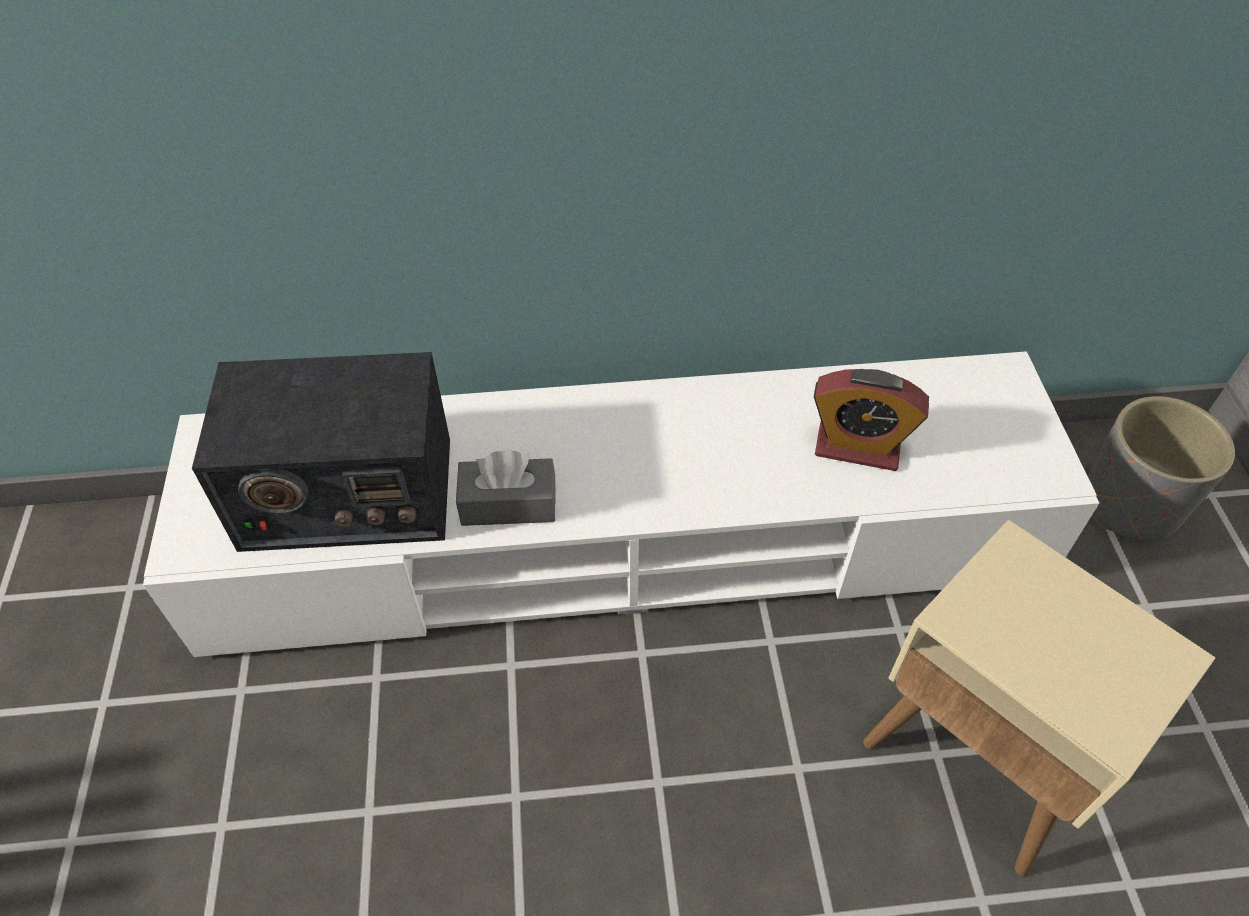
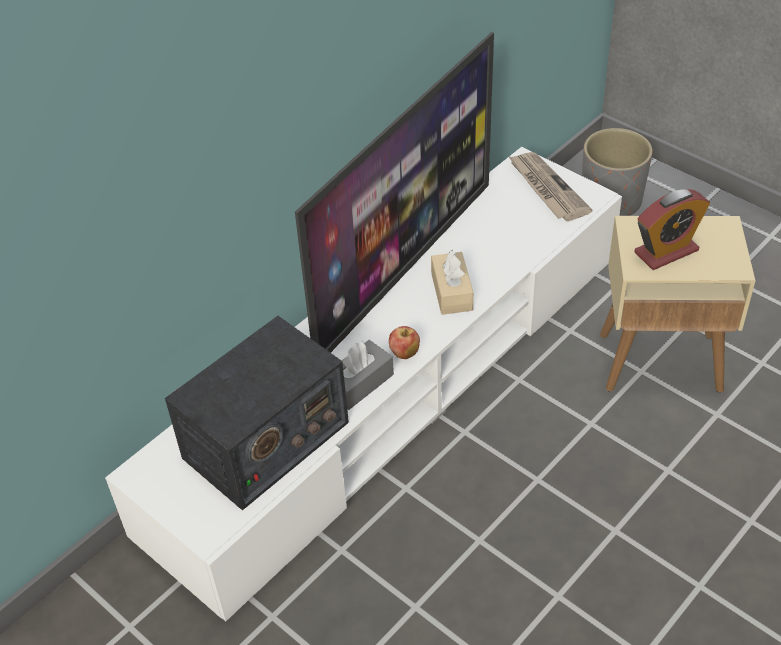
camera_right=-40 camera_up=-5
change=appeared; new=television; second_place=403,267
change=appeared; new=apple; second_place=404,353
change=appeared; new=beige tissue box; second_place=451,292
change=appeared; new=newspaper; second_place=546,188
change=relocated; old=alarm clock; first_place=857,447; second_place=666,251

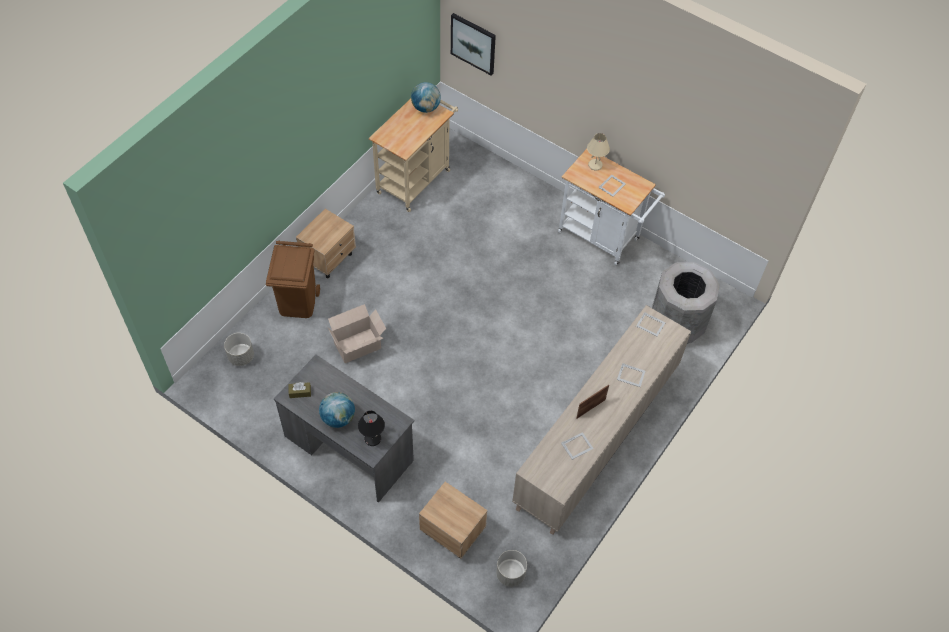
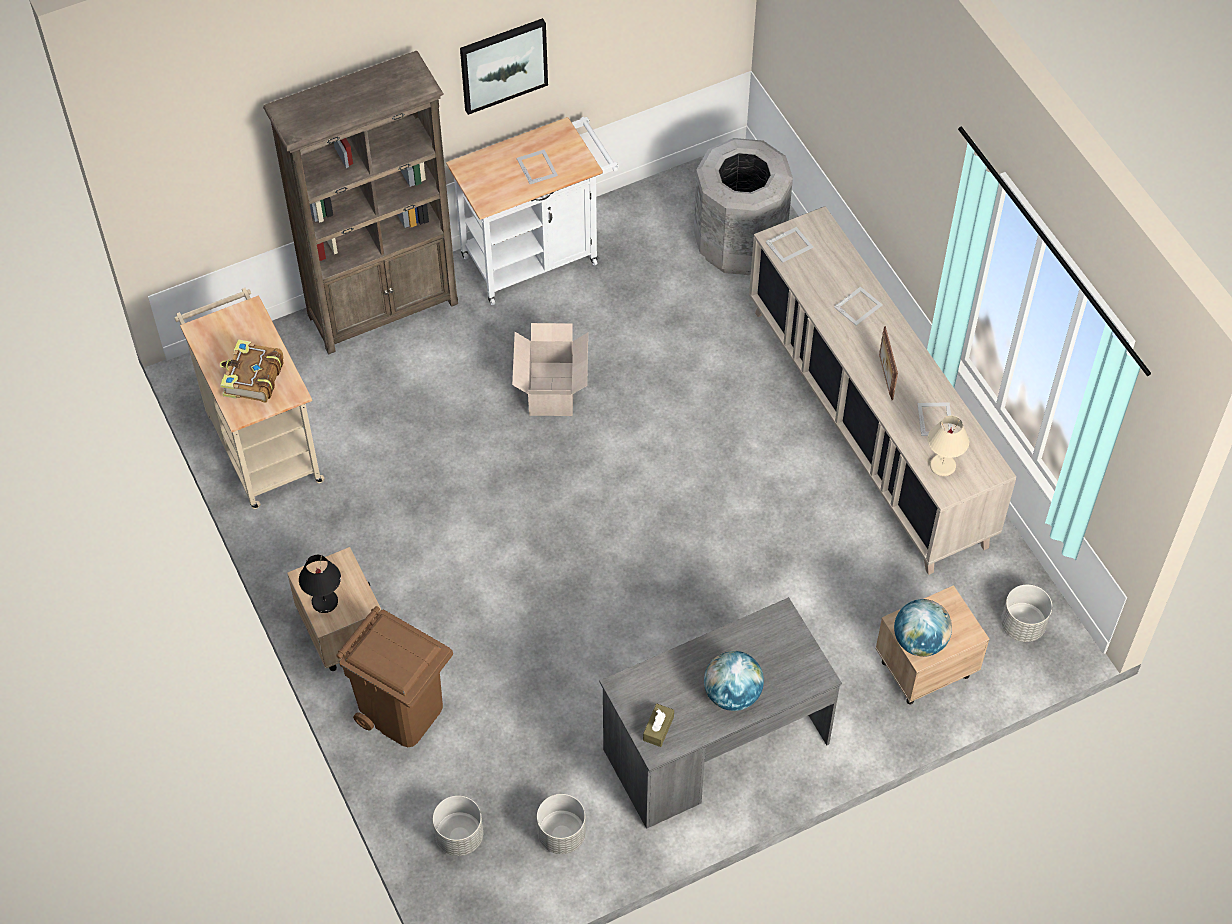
camera_right=-60 camera_up=0
change=appeared; new=book; second_place=252,378
change=appeared; new=brown bookcase; second_place=384,309
change=relocated; old=black table lamp; first_place=372,439; second_place=324,602
change=relocated; old=picture; first_place=473,43; second_place=503,64
change=relocated; old=cardboard box; first_place=359,345; second_place=552,387
change=appeared; new=grey planter; second_place=562,835
change=relocated; old=globe; first_place=426,108; second_place=920,641
change=relocated; old=beige table lamp; first_place=595,165; second_place=942,465

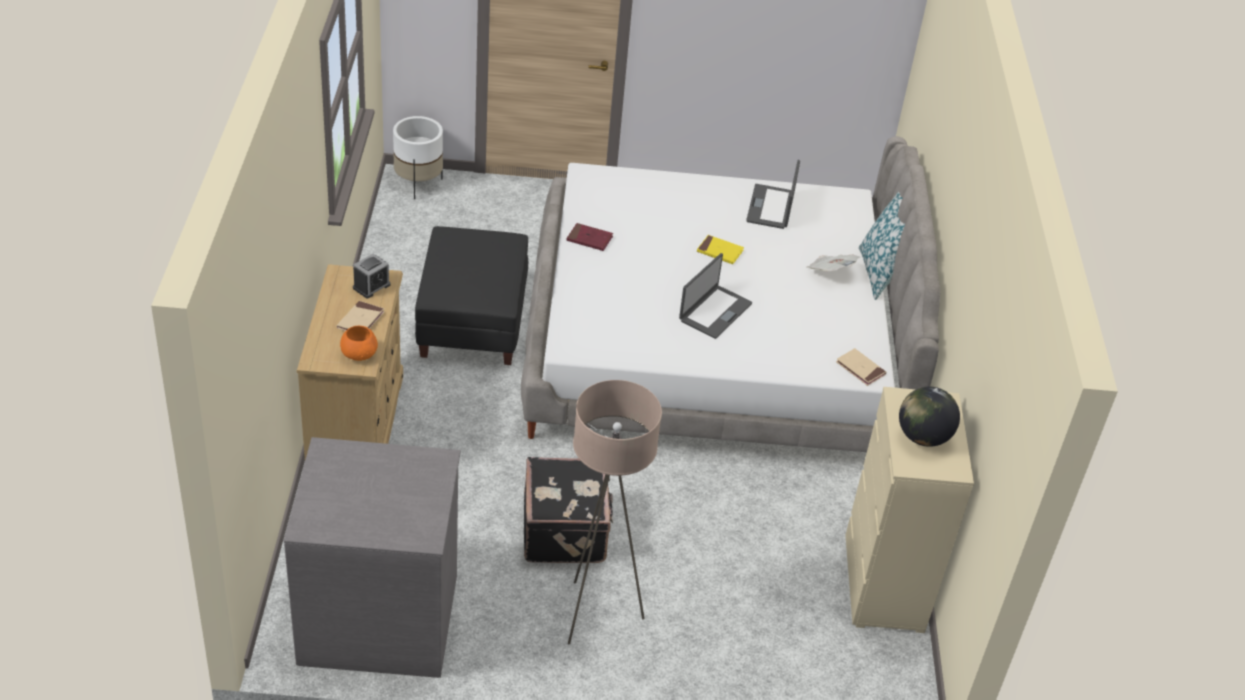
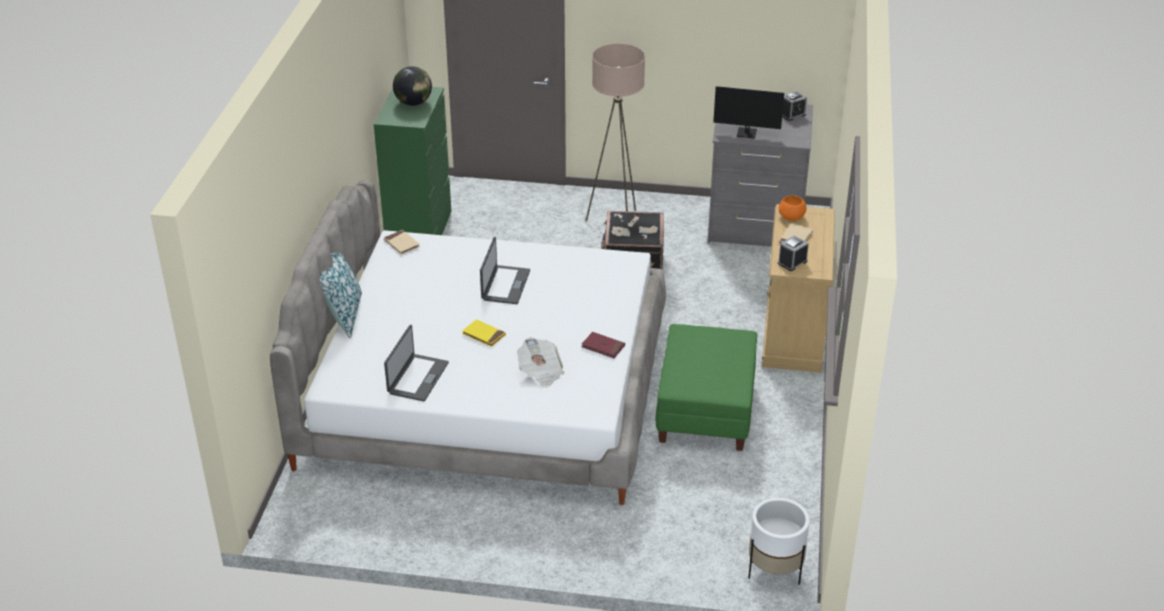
camera_right=-170 camera_up=-5
change=colour; old=beige dresser; new=green dresser; first_place=883,584; second_place=419,232
change=spun; old=laptop; first_place=714,312; second_place=505,285; degrees=150
change=relocated; old=newspaper; first_place=830,272; second_place=540,372
change=colour; old=black ottoman; new=green ottoman; first_place=472,322; second_place=705,411
change=appeared; new=monitor; second_place=750,133
change=appeared; new=alarm clock; second_place=792,114

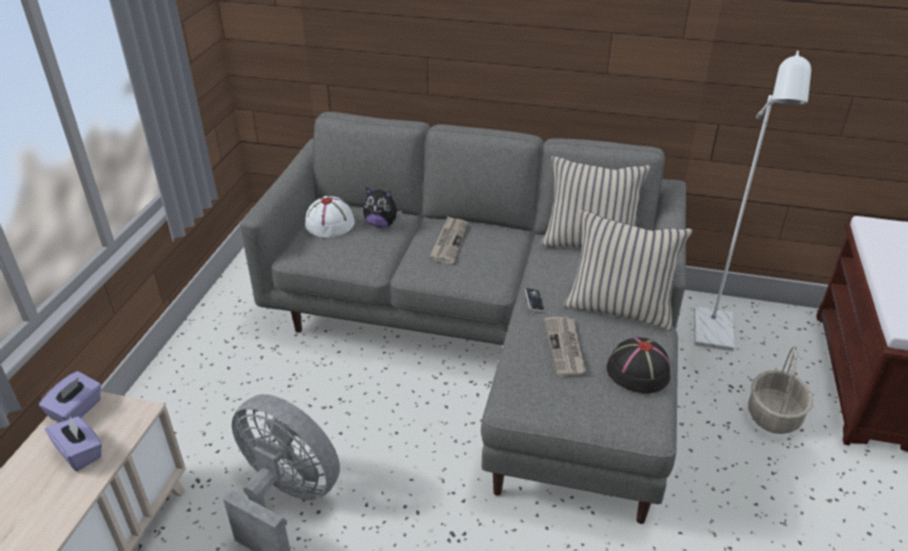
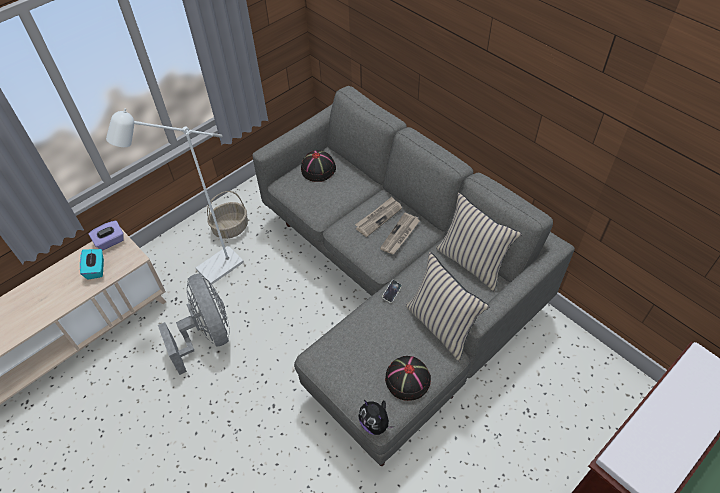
camera_right=35 camera_up=15
change=colour; old=purple tissue box; new=turquoise tissue box; first_place=80,452; second_place=96,269
change=relocated; old=white floor lamp; first_place=713,337; second_place=213,270
change=relocated; old=basket; first_place=774,416; second_place=230,228
change=colour; old=white hat; new=black hat; first_place=330,223; second_place=318,169
change=relocated; old=plush toy; first_place=381,224; second_place=375,423
change=relocated; old=newspaper; first_place=565,348; second_place=400,235

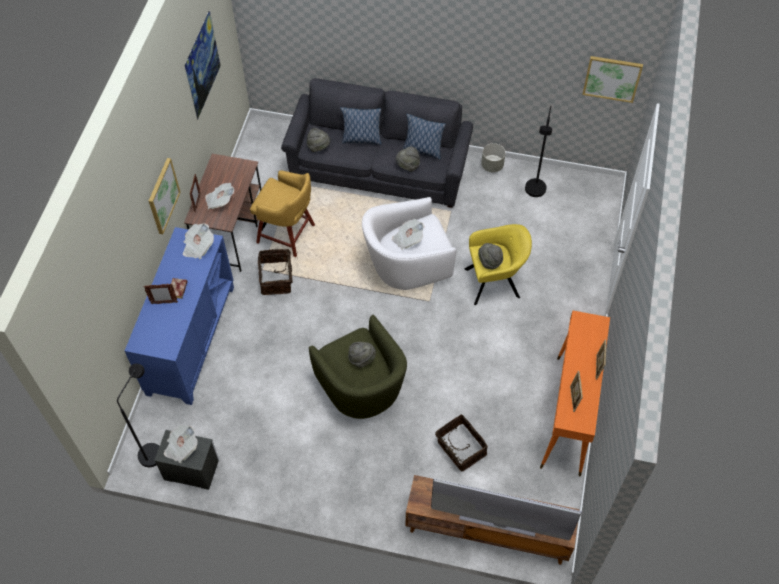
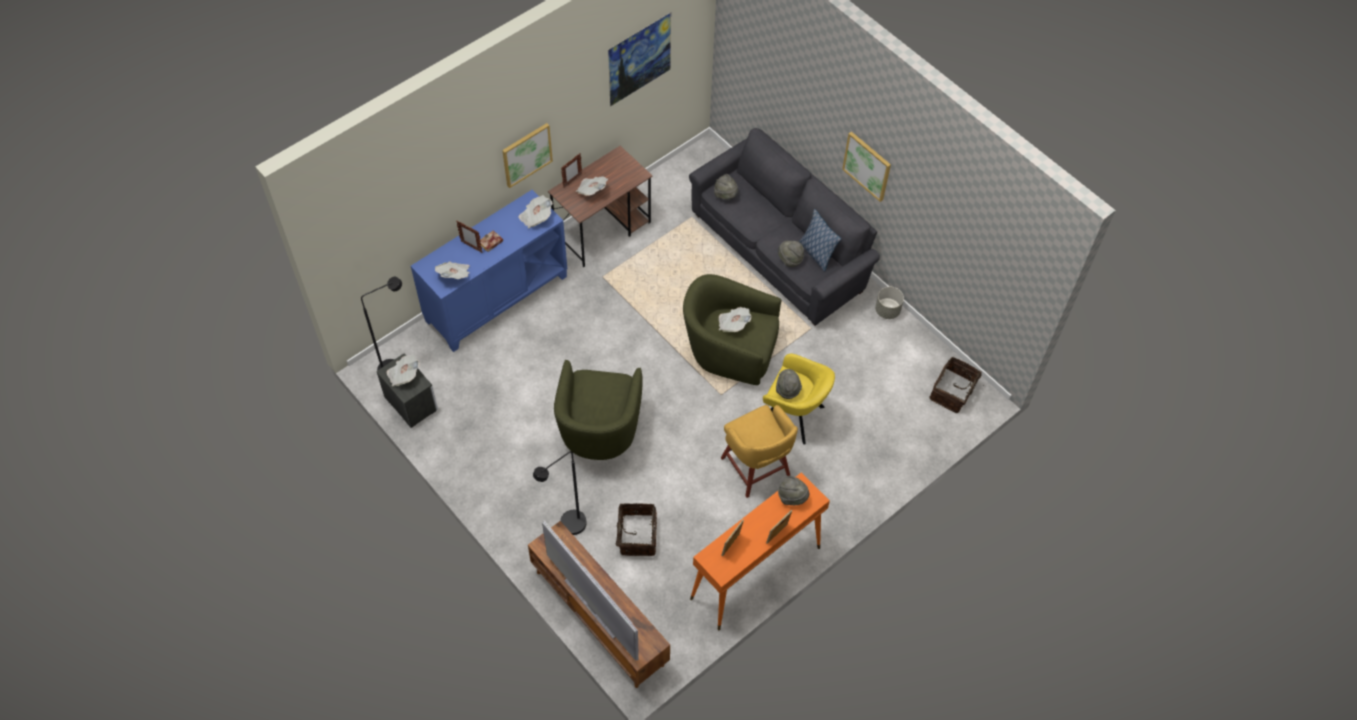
camera_right=35 camera_up=0
change=appeared; new=newspaper; second_place=455,275
change=relocated; old=black floor lamp; first_place=534,193; second_place=567,527
change=colour; old=white armchair; new=green armchair; first_place=407,265; second_place=729,351
change=relocated; old=yellow stool; first_place=287,234; second_place=756,469
change=relocated; old=grey hat; first_place=361,359; second_place=792,497
change=relocated; old=picture; first_place=612,78; second_place=867,166
change=relocated; old=basket; first_place=277,278; second_place=953,392
change=missing; old=pillow; first_place=361,139

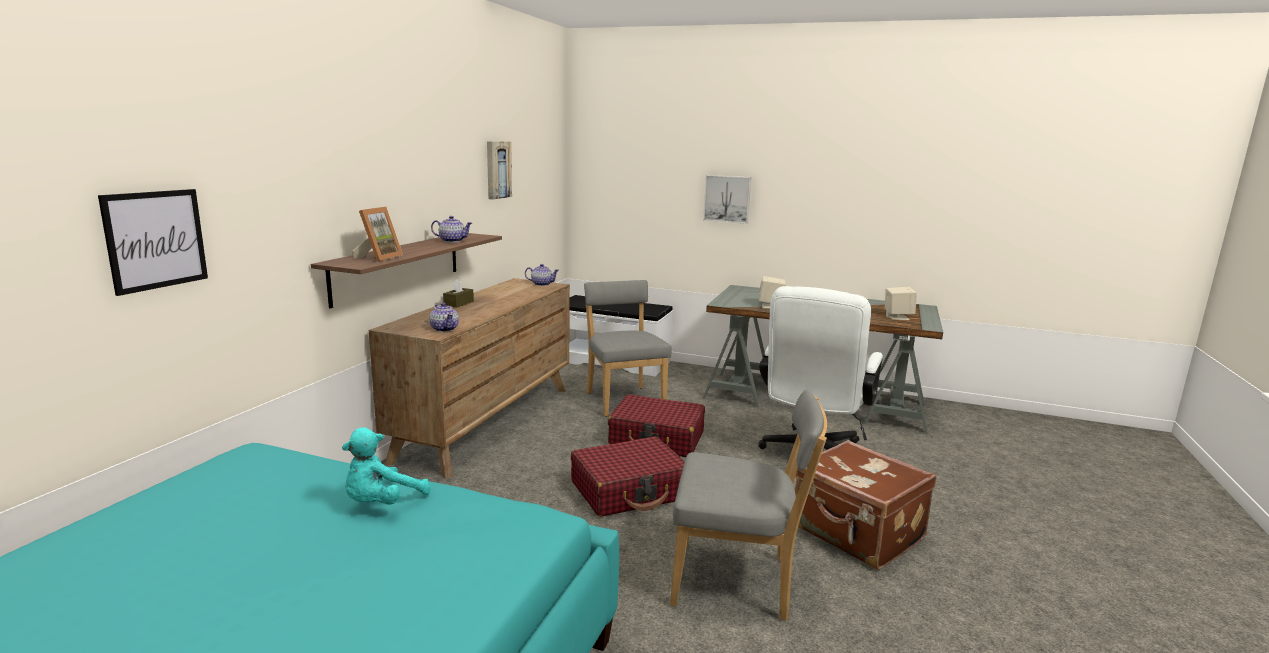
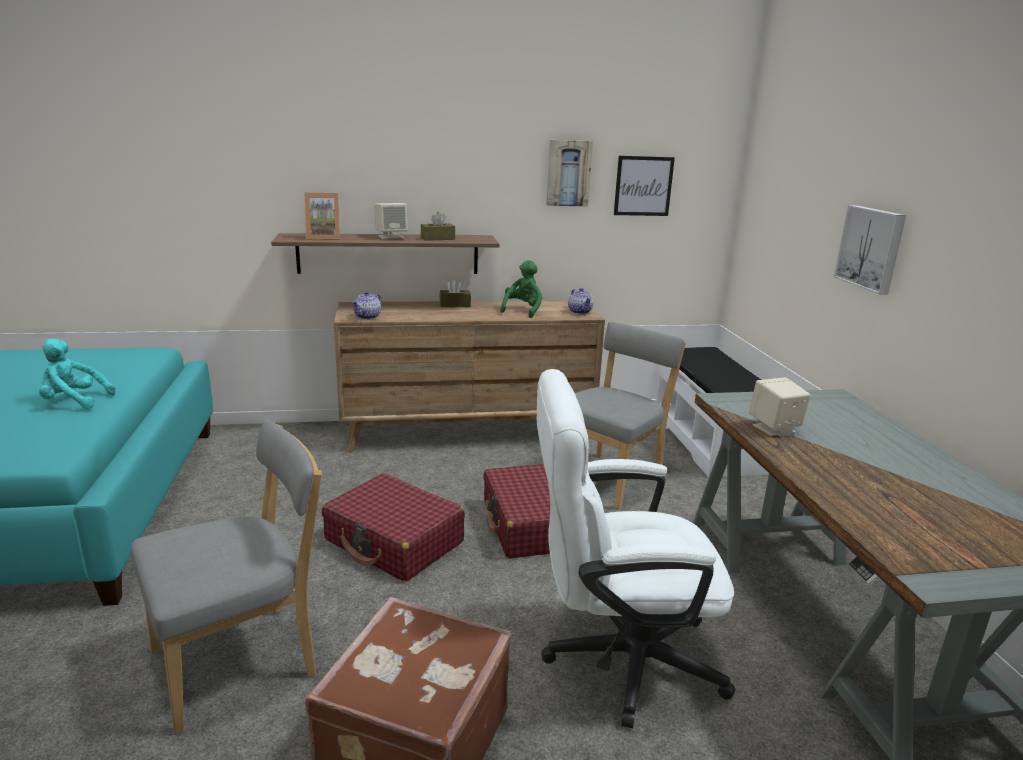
camera_right=60 camera_up=5
change=spun; old=grey chair; first_place=738,582; second_place=242,661; degrees=-105
change=relocated; old=beige speaker; first_place=897,317; second_place=391,237
change=exchanged; old=teapot; new=brown tissue box; first_place=452,241; second_place=437,238
change=appeared; new=green plush toy; second_place=522,310
change=relocated; old=picture; first_place=156,240; second_place=643,186

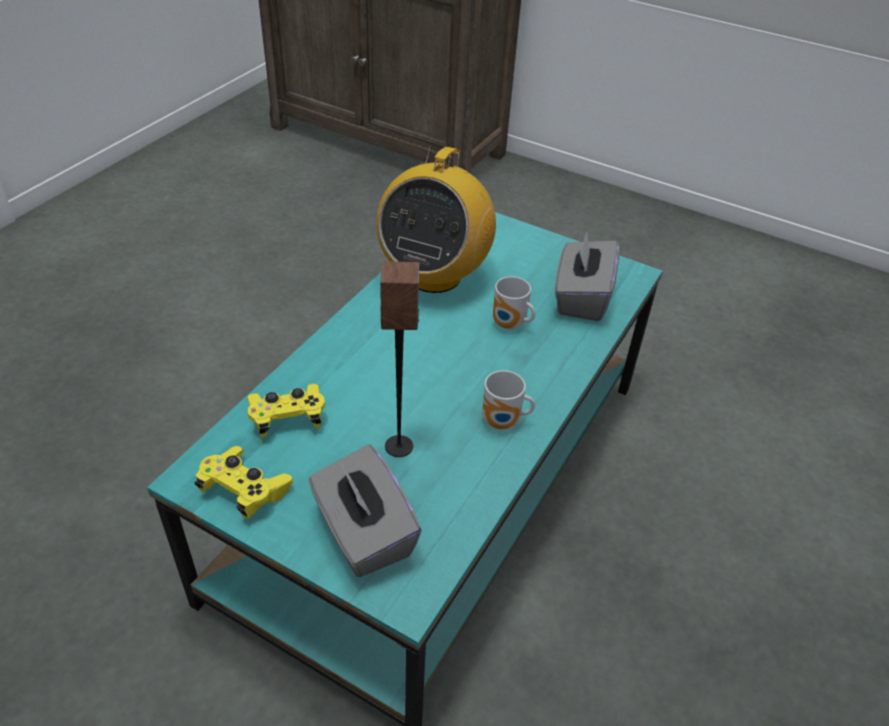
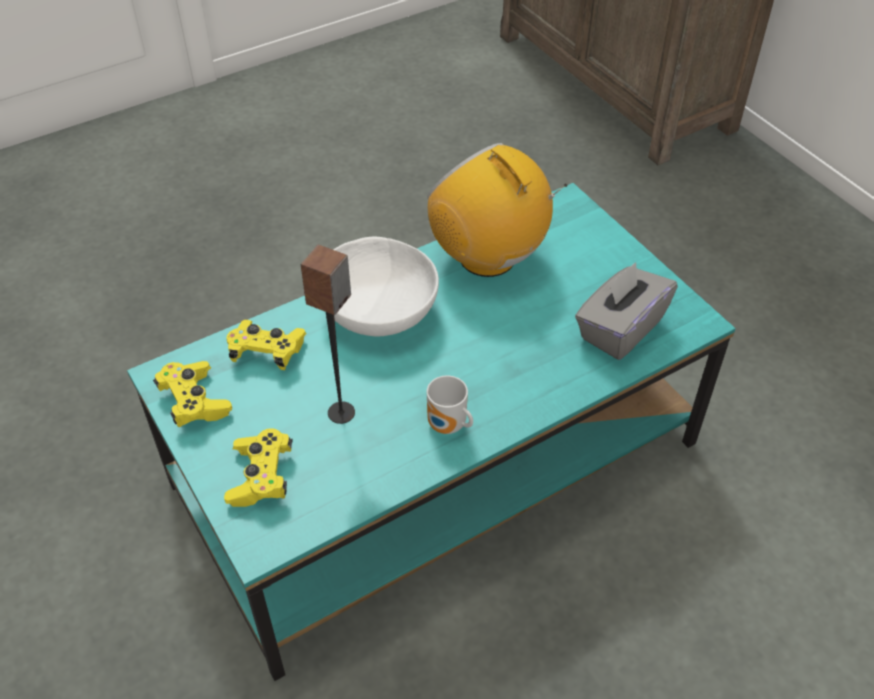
camera_right=30 camera_up=5
change=exchanged; old=grey tissue box; new=yellow game controller; first_place=363,534; second_place=261,477
change=appeared; new=white bowl; second_place=378,312
change=spun; old=radio; first_place=434,275; second_place=488,257; degrees=90
change=missing; old=mug; first_place=510,325

